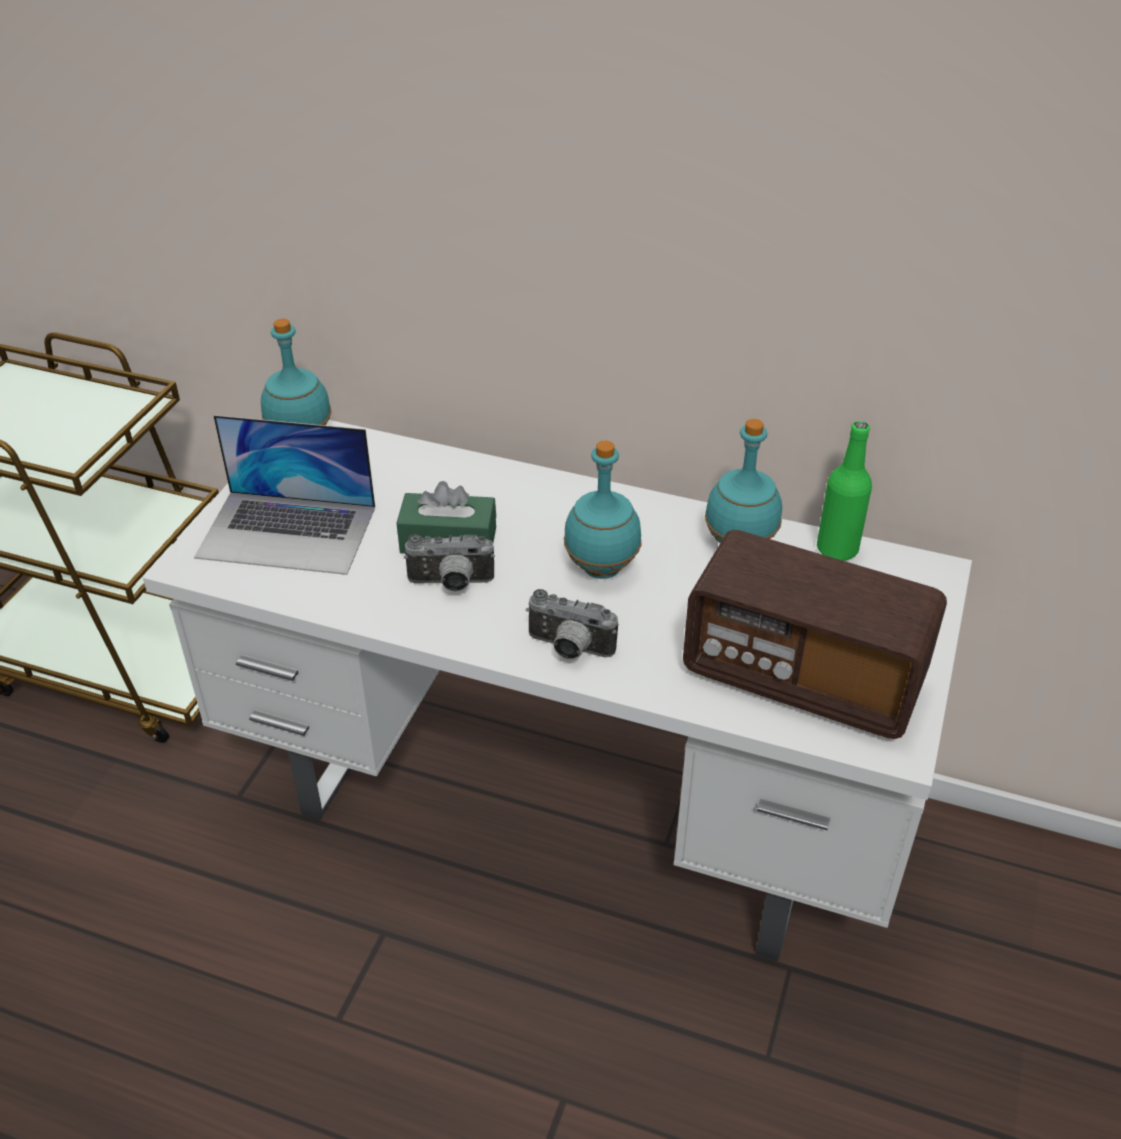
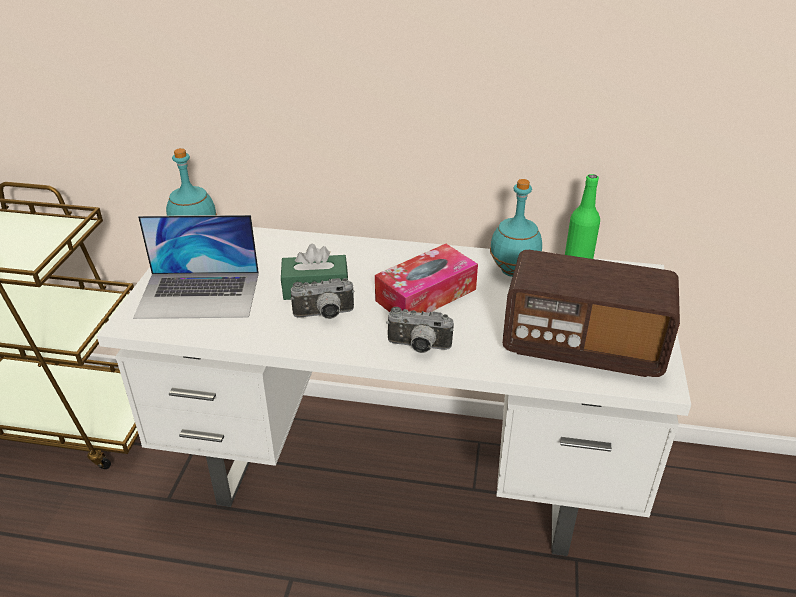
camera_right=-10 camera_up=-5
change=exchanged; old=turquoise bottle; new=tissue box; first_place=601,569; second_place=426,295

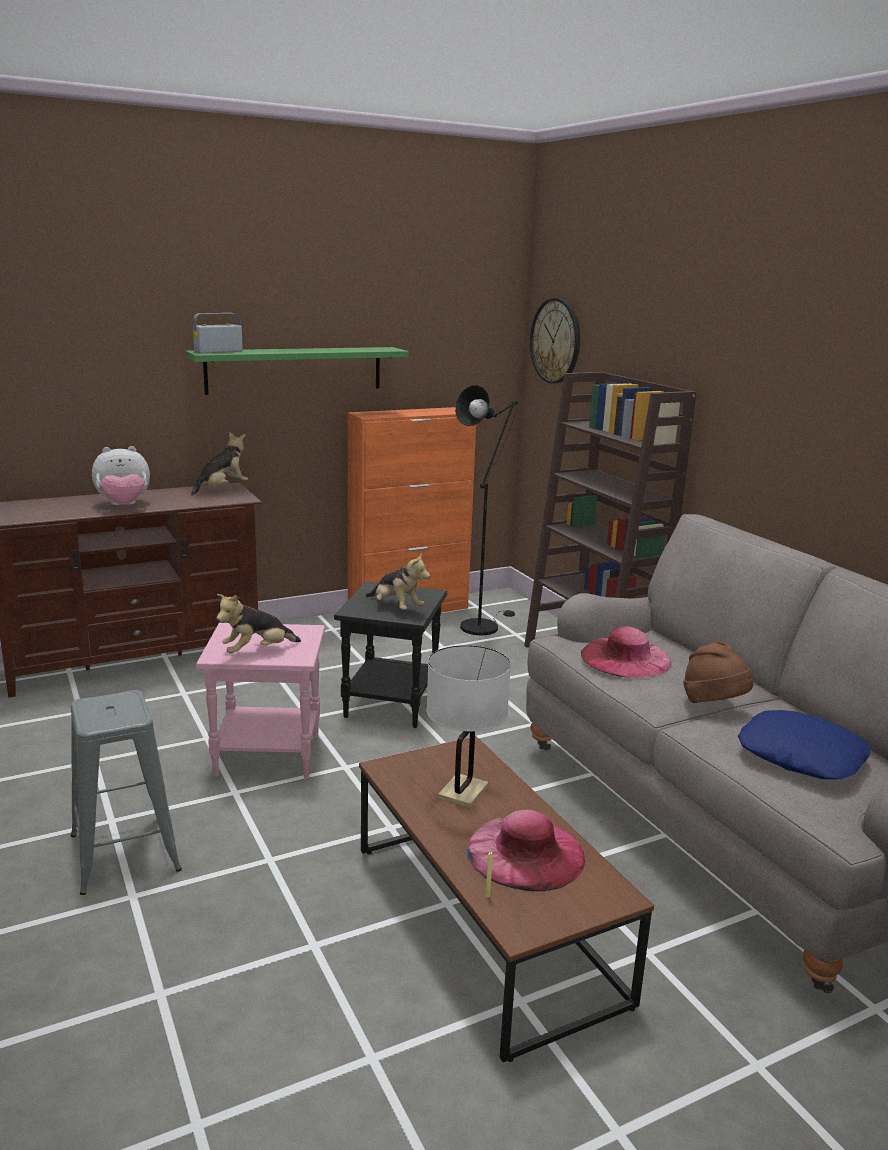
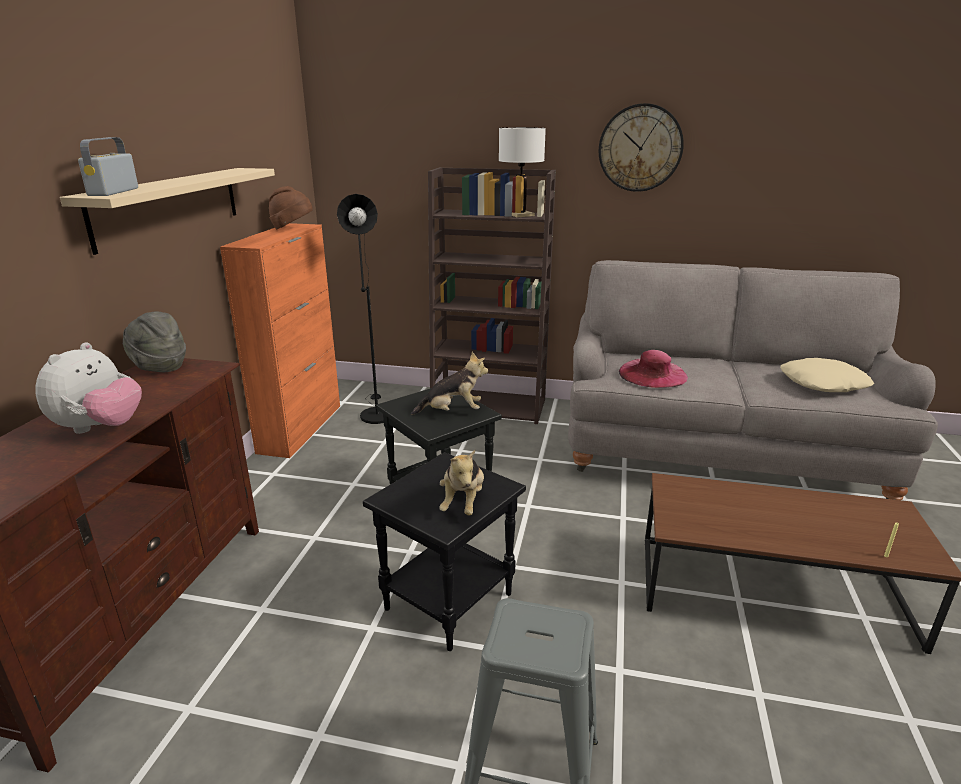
camera_right=-50 camera_up=5
change=colour; old=green shelf; new=beige shelf; first_place=295,370; second_place=169,206
change=exchanged; old=plush toy; new=grey hat; first_place=222,489; second_place=159,367
change=relocated; old=brown hat; first_place=714,704; second_place=292,228
change=colour; old=pink side table; new=black side table; first_place=269,754; second_place=448,600
change=relocated; old=white table lamp; first_place=463,792; second_place=519,215
change=relocated; old=wall clock; first_place=556,341; second_place=640,148
change=colour; old=blue pillow; new=beige pillow; first_place=801,756; second_place=822,383
change=missing; old=pink hat; first_place=525,852

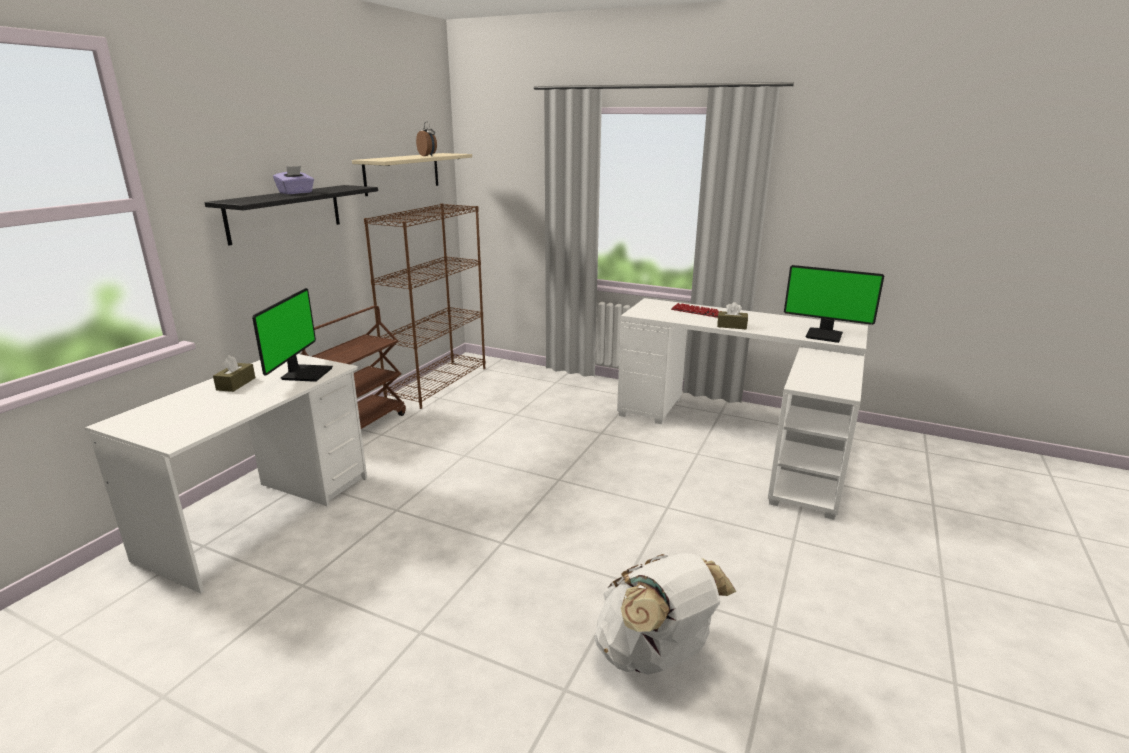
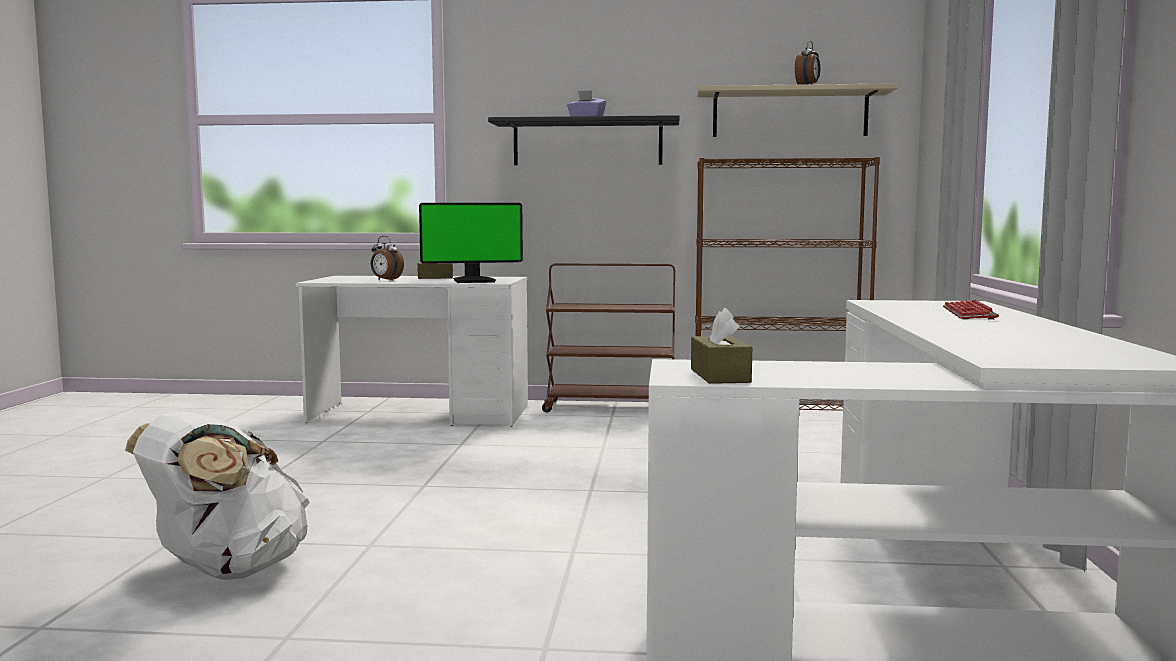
camera_right=70 camera_up=-15
change=appeared; new=alarm clock; second_place=386,280
change=relocated; old=brown tissue box; first_place=731,326; second_place=720,376
change=missing; old=monitor; first_place=825,335

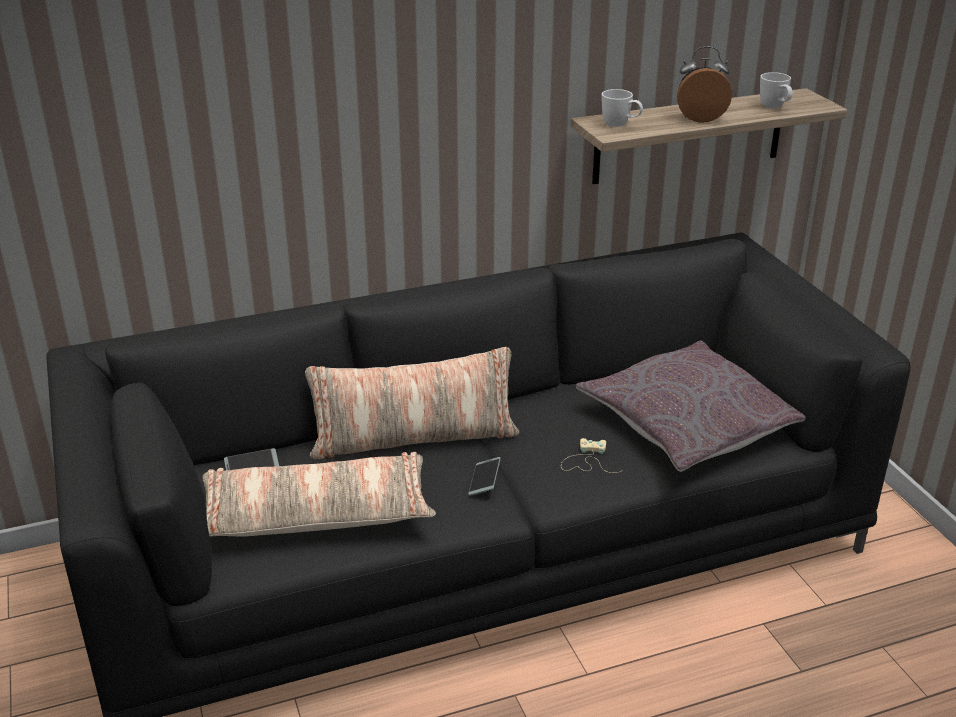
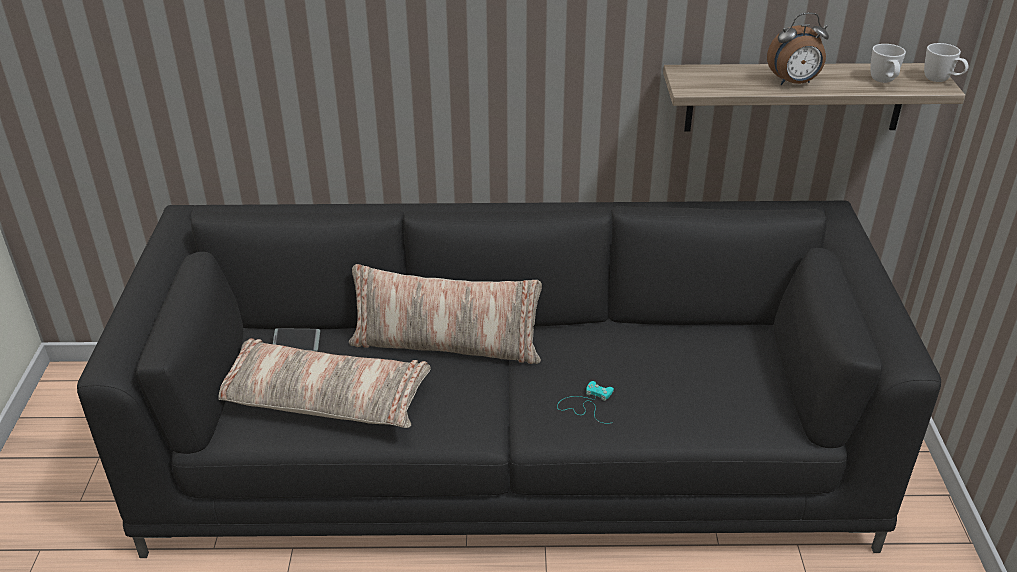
camera_right=20 camera_up=5
change=colour; old=beige game controller; new=turquoise game controller; first_place=587,460; second_place=586,404
change=spun; old=alarm clock; first_place=700,118; second_place=794,83; degrees=150
change=relocated; old=white mug; first_place=620,125; second_place=941,81
change=missing; old=phone; first_place=484,481
change=missing; old=grey pillow; first_place=689,422

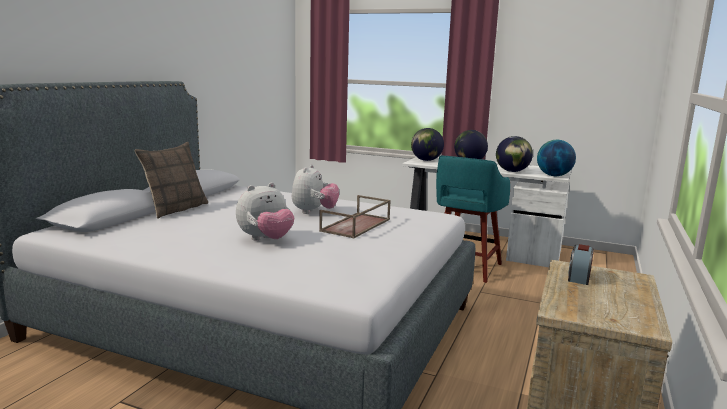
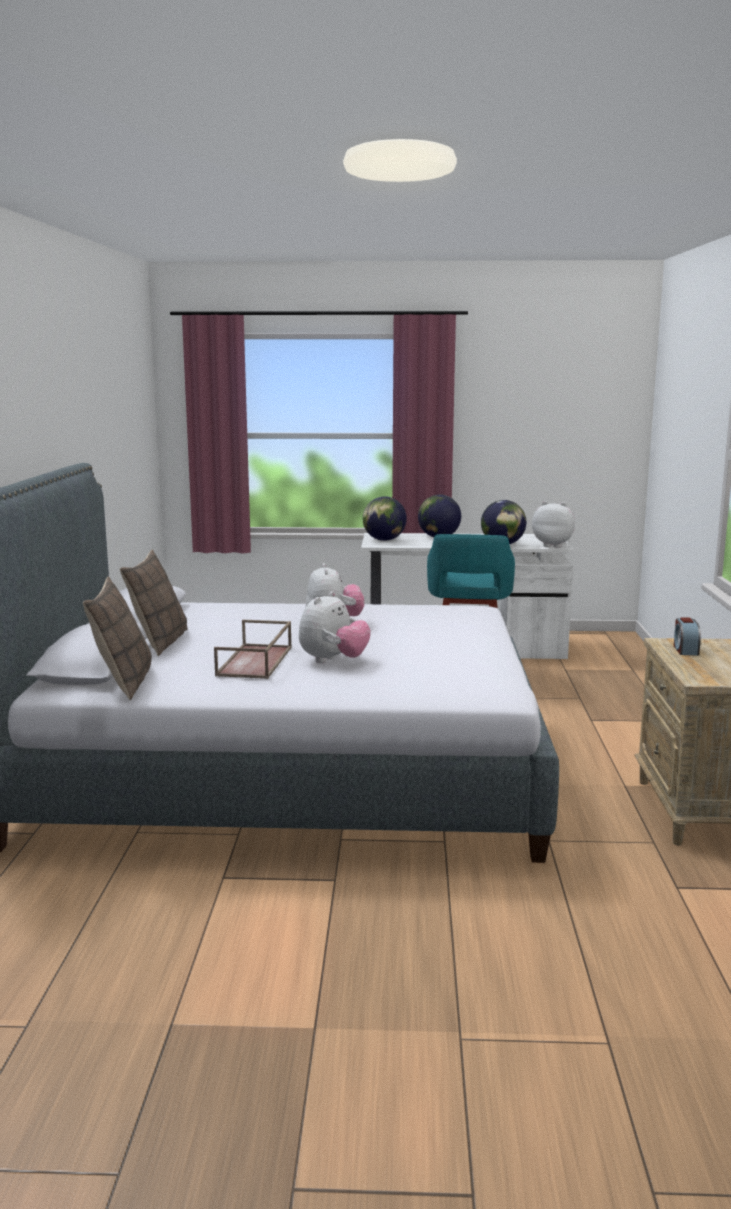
camera_right=-20 camera_up=0
change=appeared; new=pillow; second_place=123,682
change=relocated; old=brown tray; first_place=356,225; second_place=256,661
change=exchanged; old=globe; new=plush toy; first_place=553,176; second_place=553,545

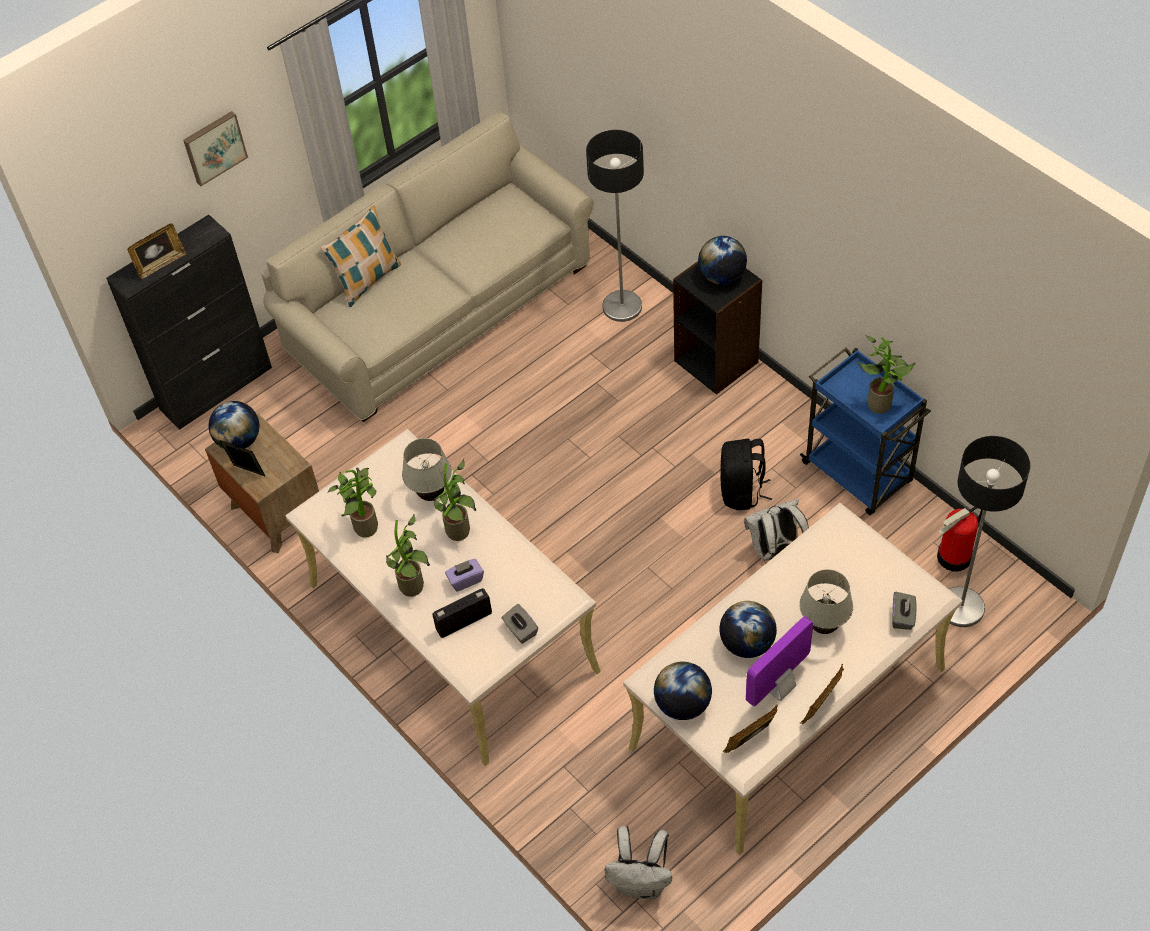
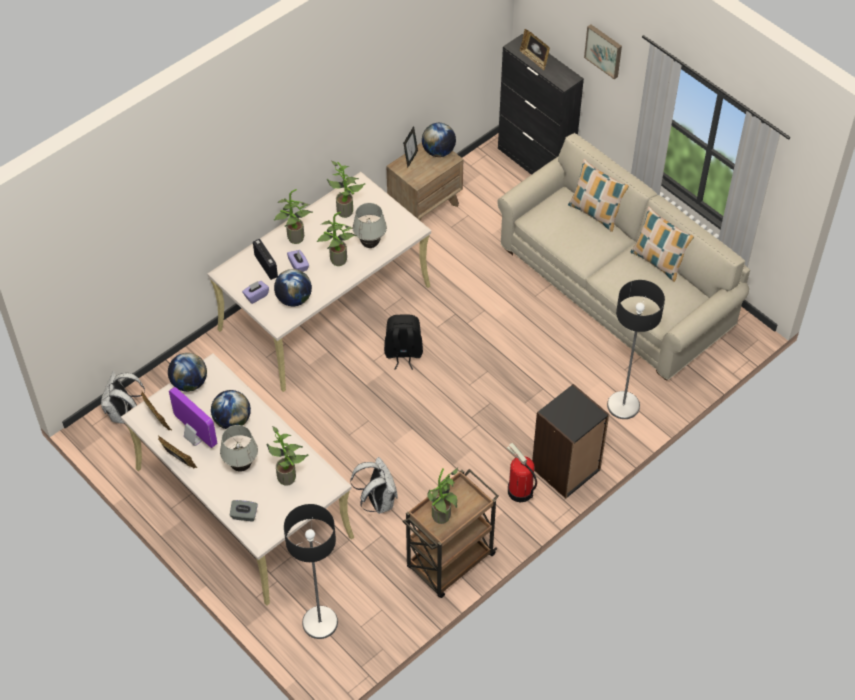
camera_right=85 camera_up=0
change=colour; old=grey tissue box; new=purple tissue box; first_place=520,630; second_place=256,296
change=appeared; new=potted plant; second_place=289,477
change=relocated; old=globe; first_place=722,277; second_place=294,299
change=relocated; old=black backpack; first_place=742,492; second_place=403,353
change=colour; old=blue cart; new=brown cart; first_place=858,474; second_place=449,562
change=relocated; old=fire extinguisher; first_place=954,557; second_place=519,491
change=appeared; new=pillow; second_place=658,262

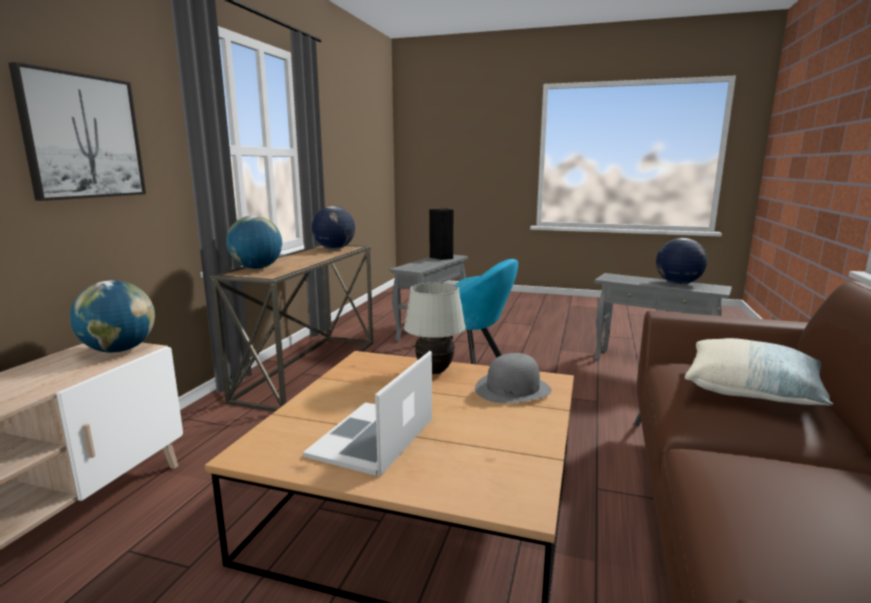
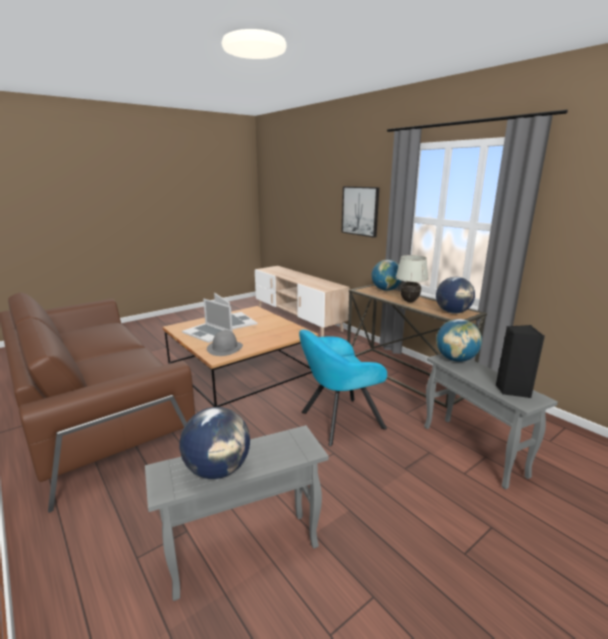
camera_right=125 camera_up=5
change=appeared; new=laptop; second_place=207,332
change=relocated; old=white table lamp; first_place=434,372; second_place=409,301
change=relocated; old=globe; first_place=119,350; second_place=456,359
change=missing; old=pillow; first_place=751,390

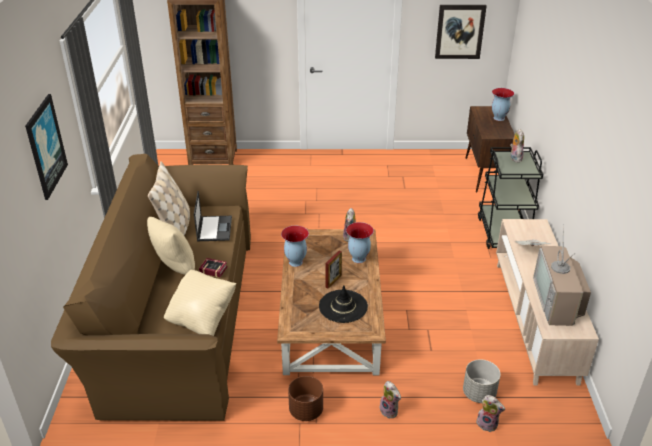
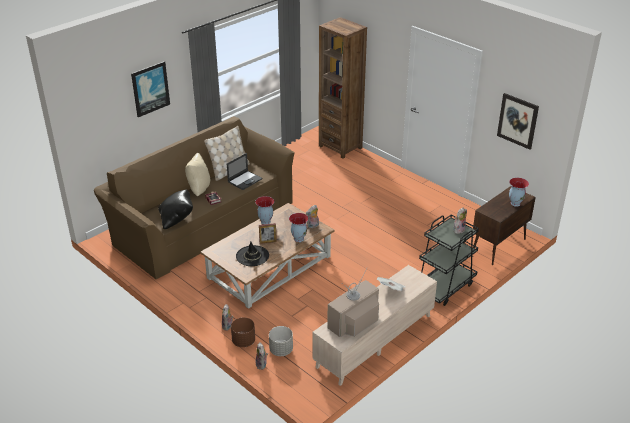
camera_right=45 camera_up=0
change=colour; old=beige pillow; new=black pillow; first_place=202,318; second_place=177,219
change=relocated; old=brown planter; first_place=306,411; second_place=243,341

